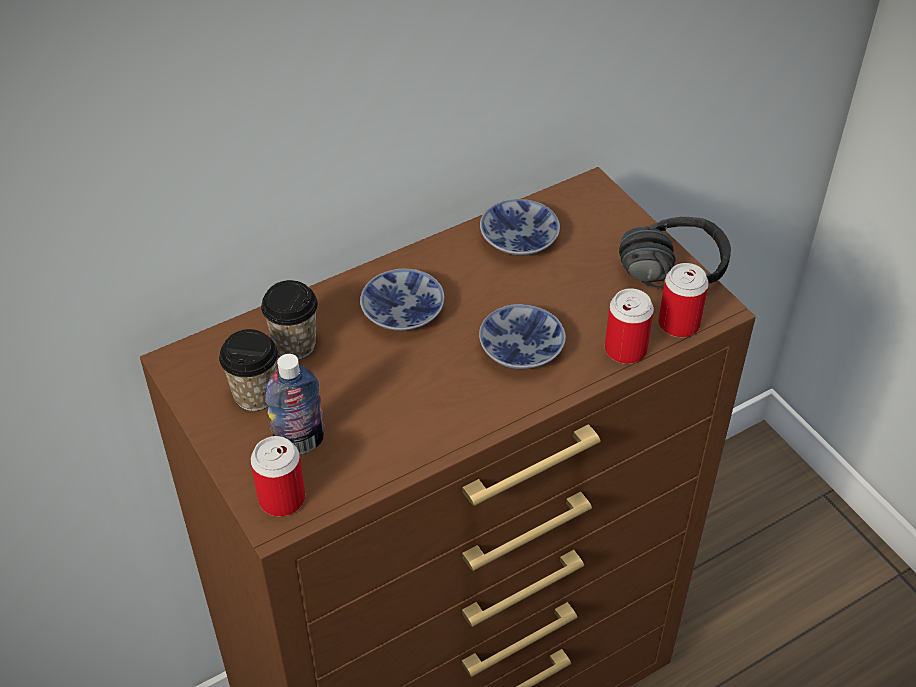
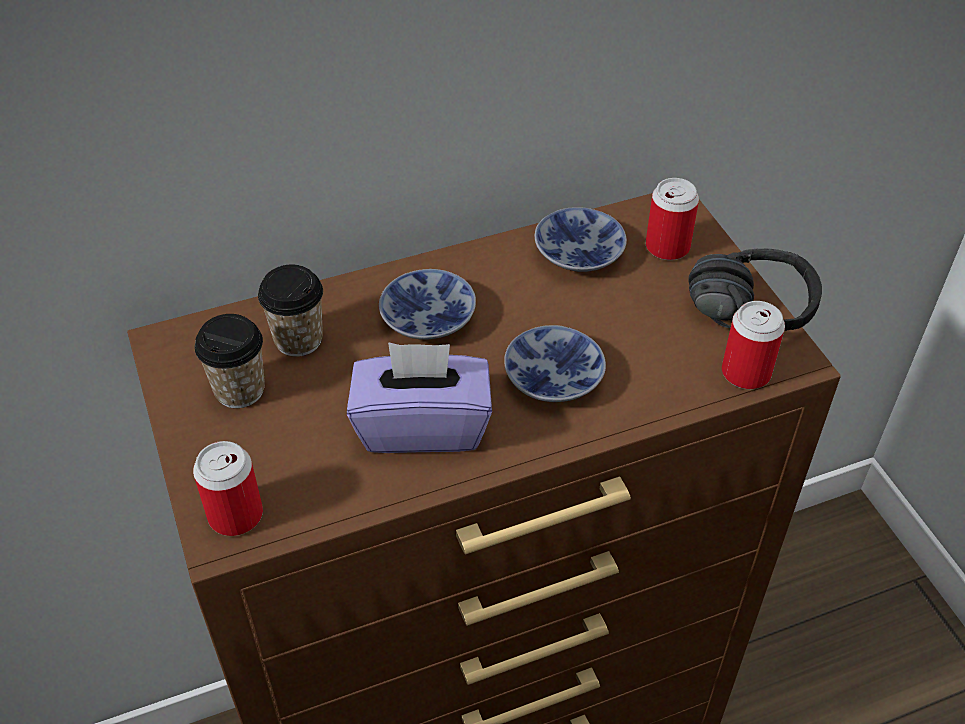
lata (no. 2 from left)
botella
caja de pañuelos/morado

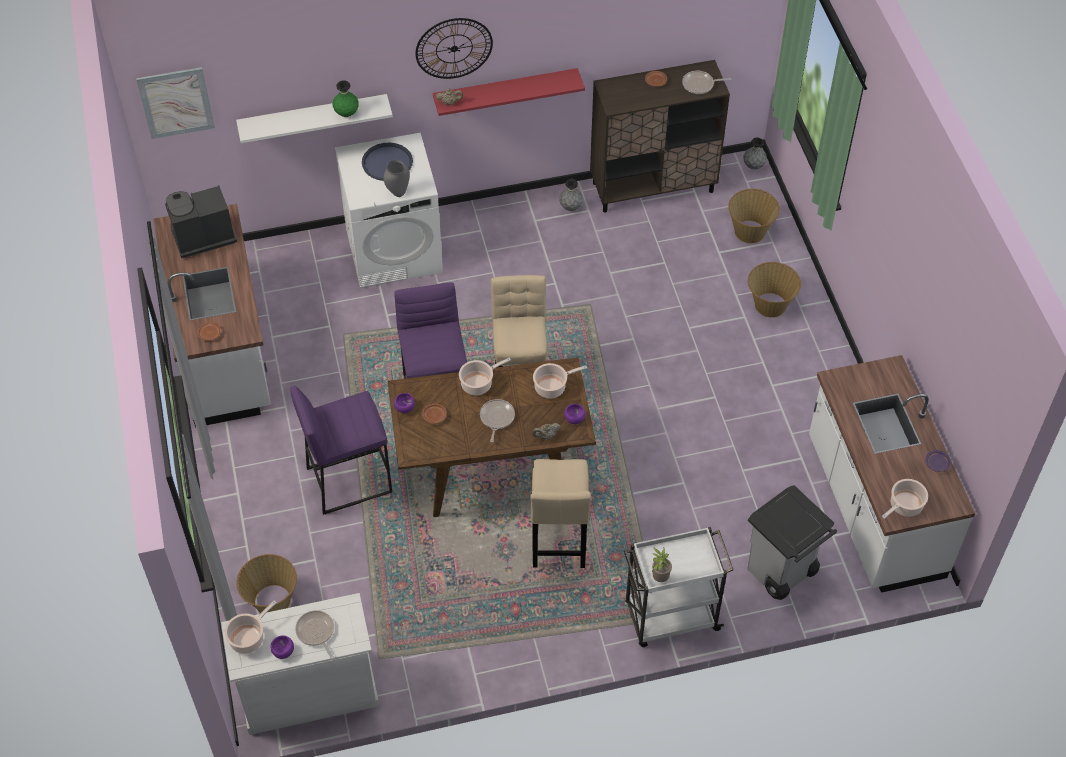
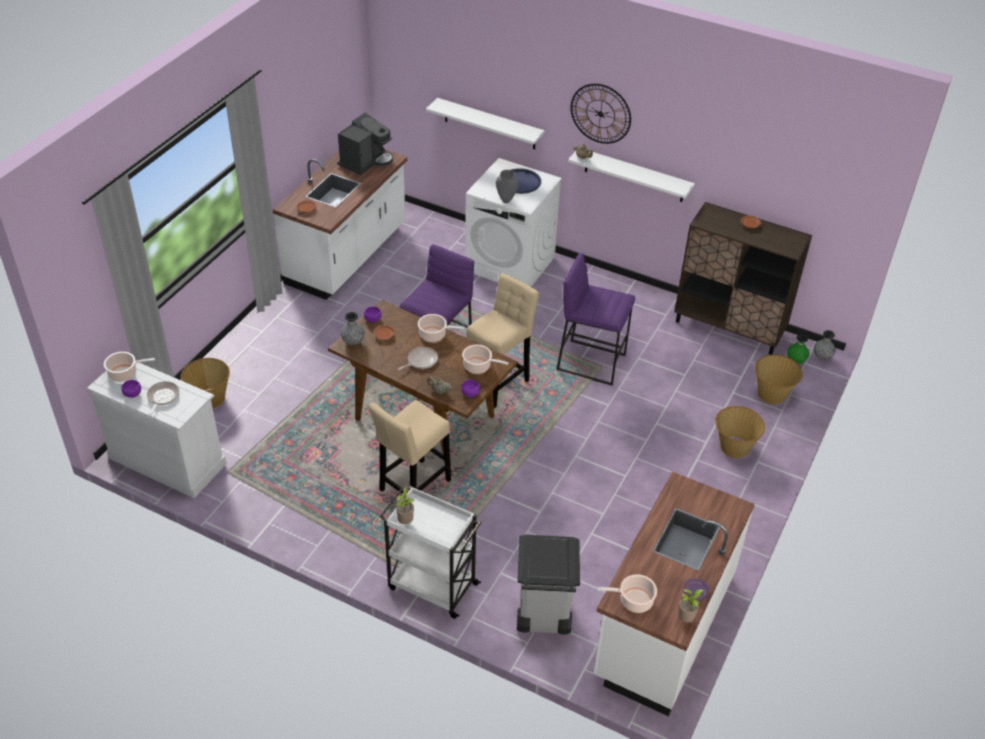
cuadro
estante/blanco (no. 2 from left)
sartén (no. 3 from left in the first image)
florero/verde
florero/gris (no. 1 from left)
cafetera
taburete/morado (no. 2 from left)
planta en maceta (no. 2 from left)

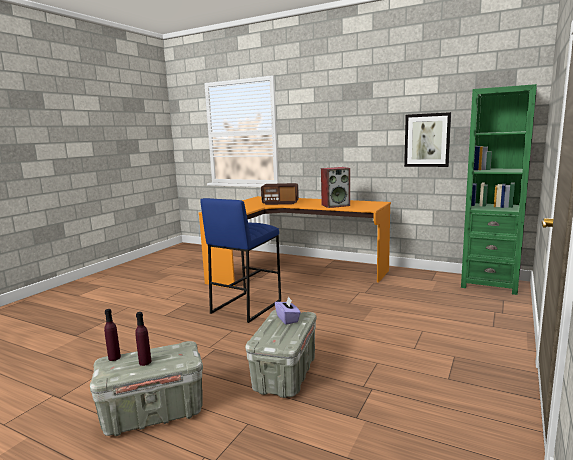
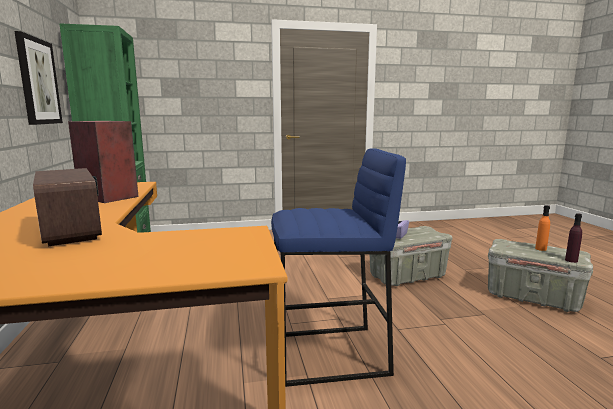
botella/naranja

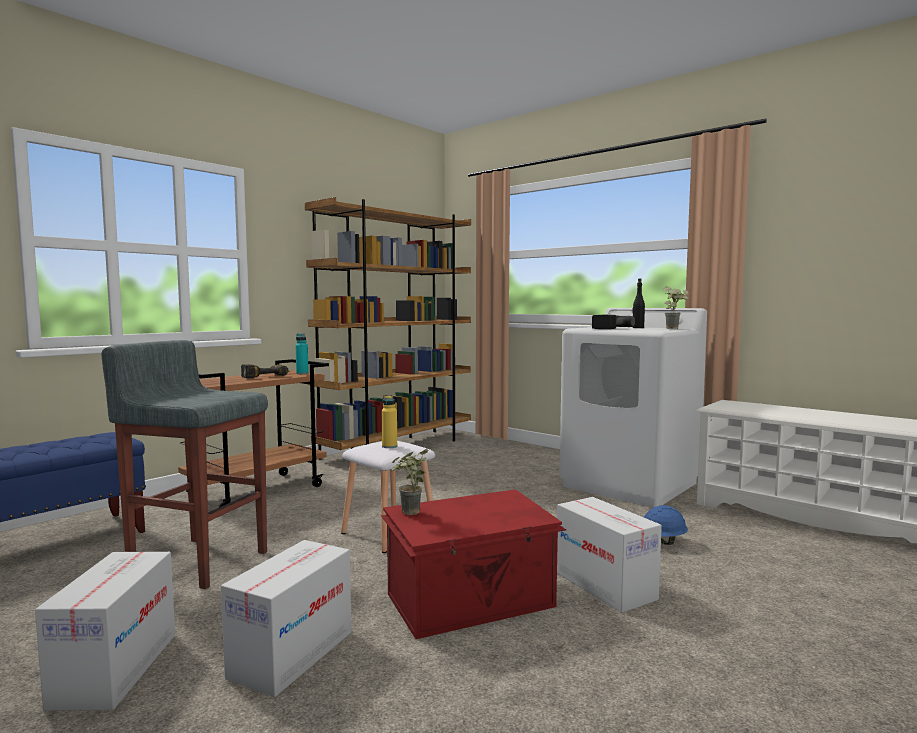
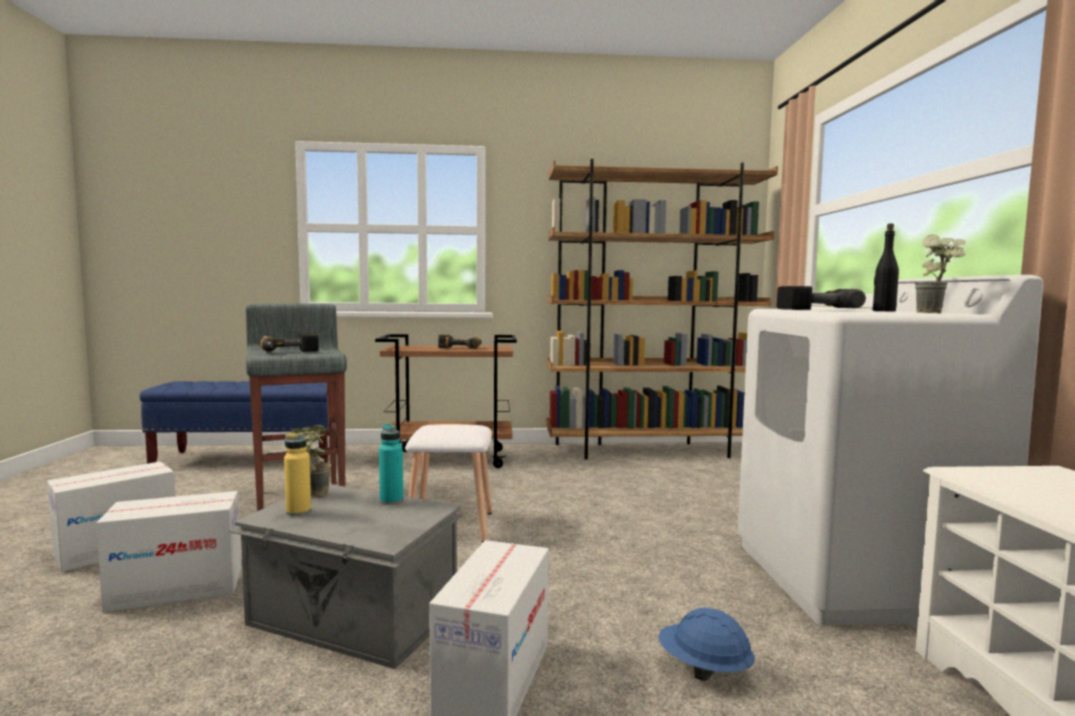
botella/turquesa
botella/amarillo
caja de almacenaje/gris
taladro (no. 1 from left)

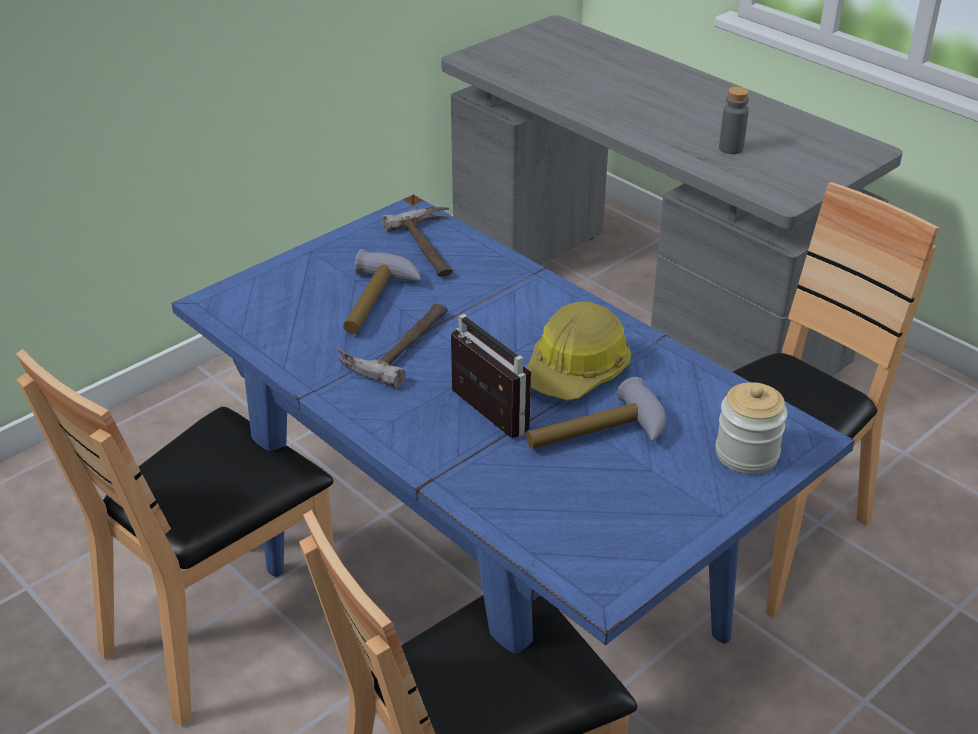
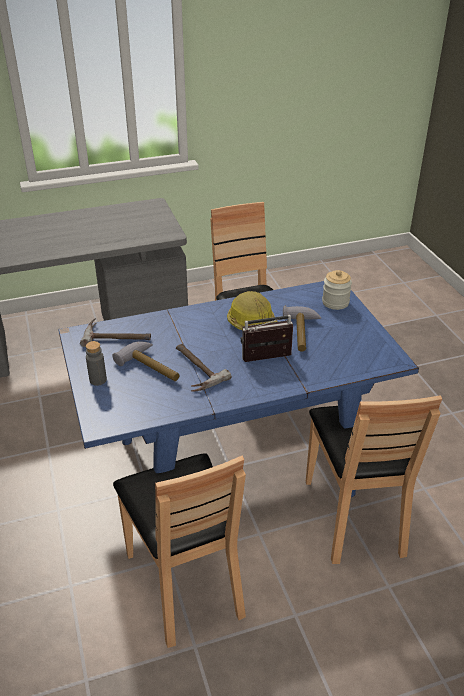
botella/gris

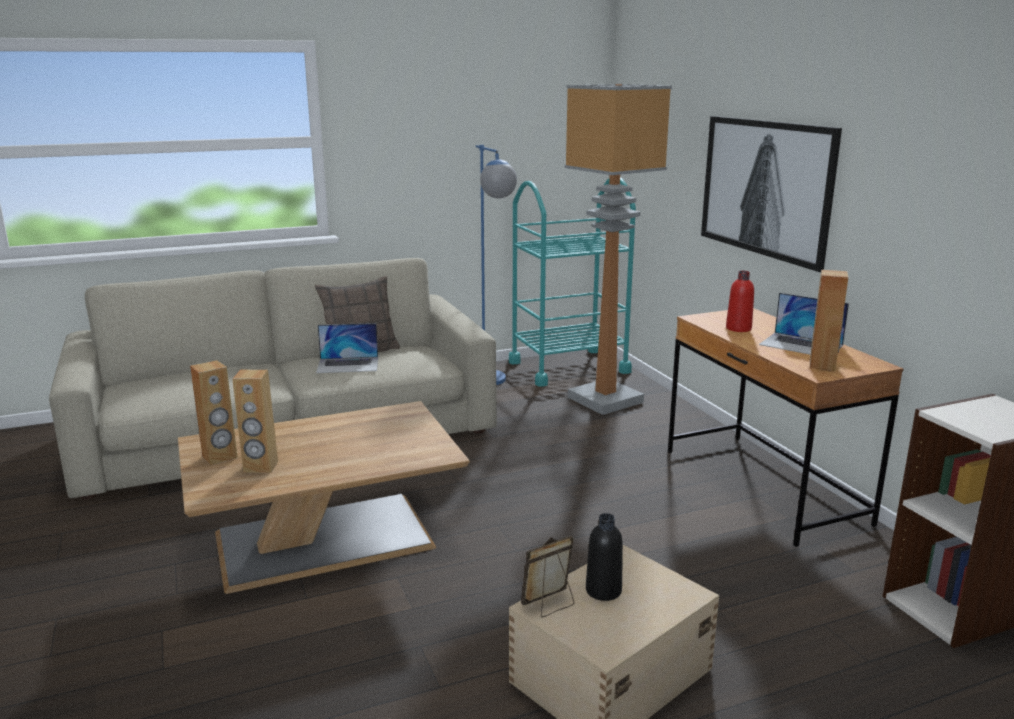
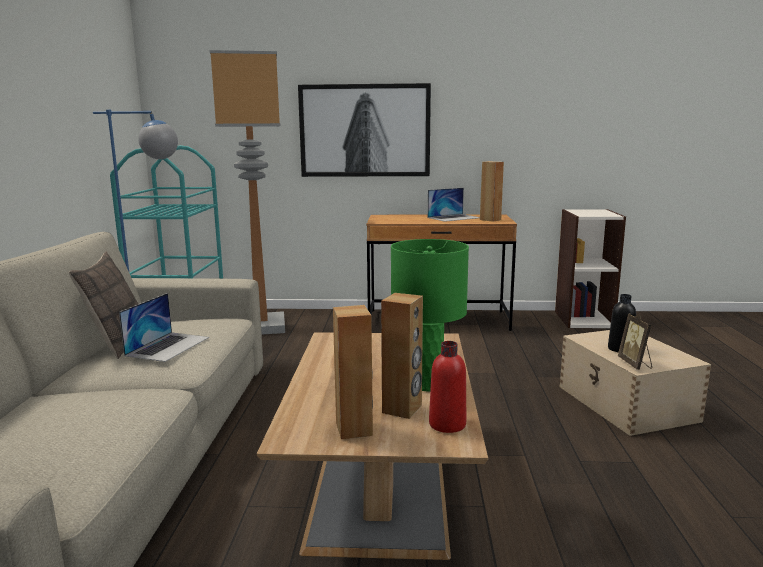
botella/rojo
lámpara de mesa/verde

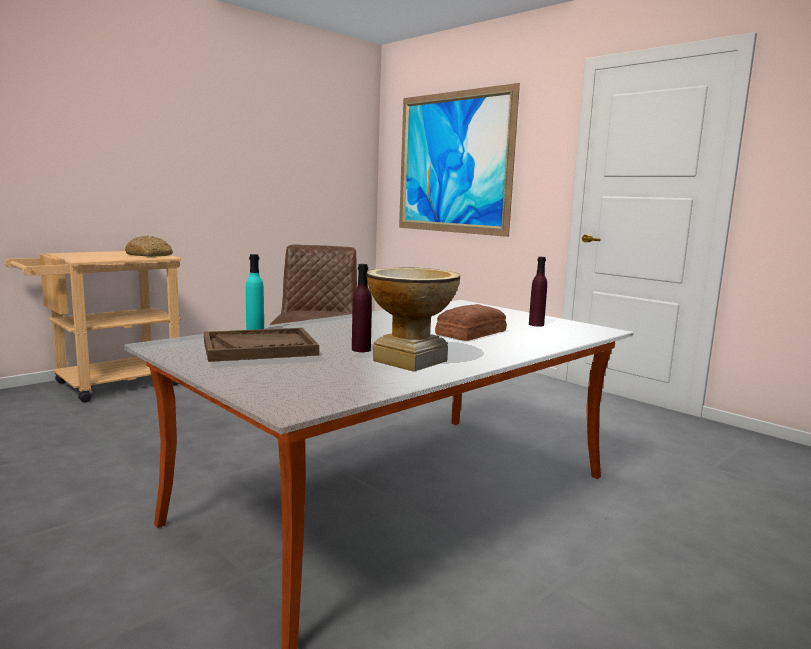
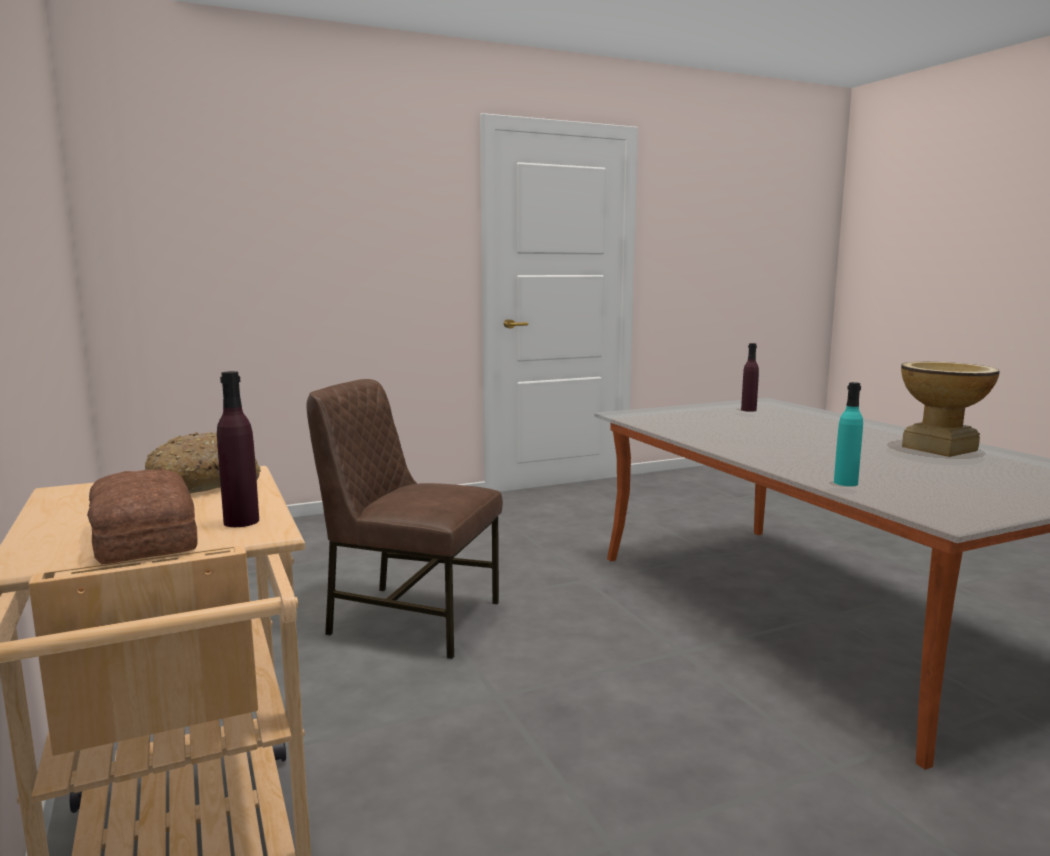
cuadro
botella/morado (no. 1 from left)
pan (no. 1 from left)
bandeja/marrón

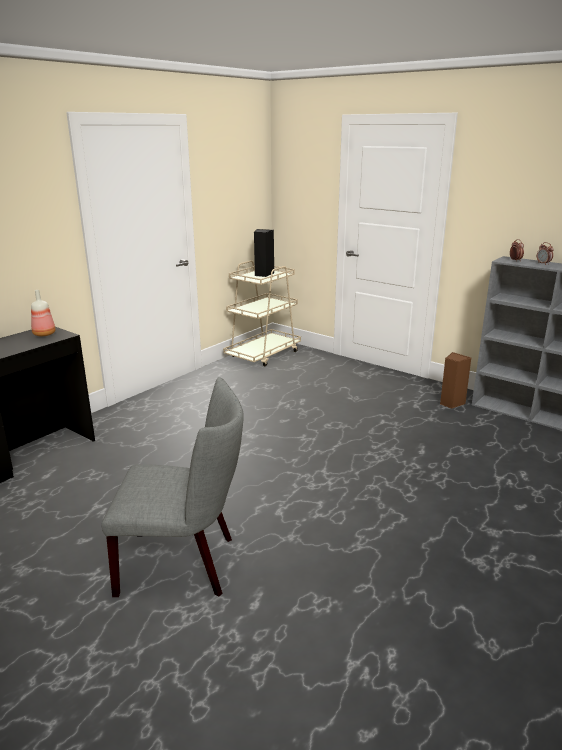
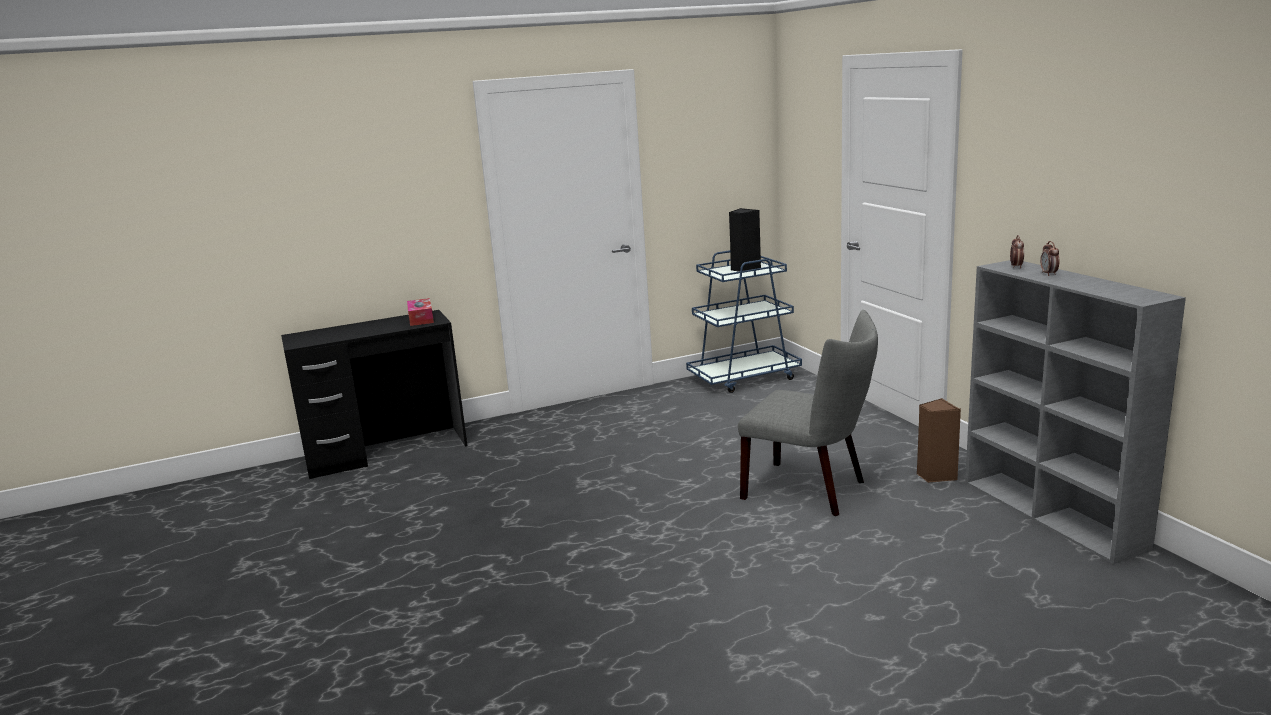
carrito/azul
caja de pañuelos
silla/gris

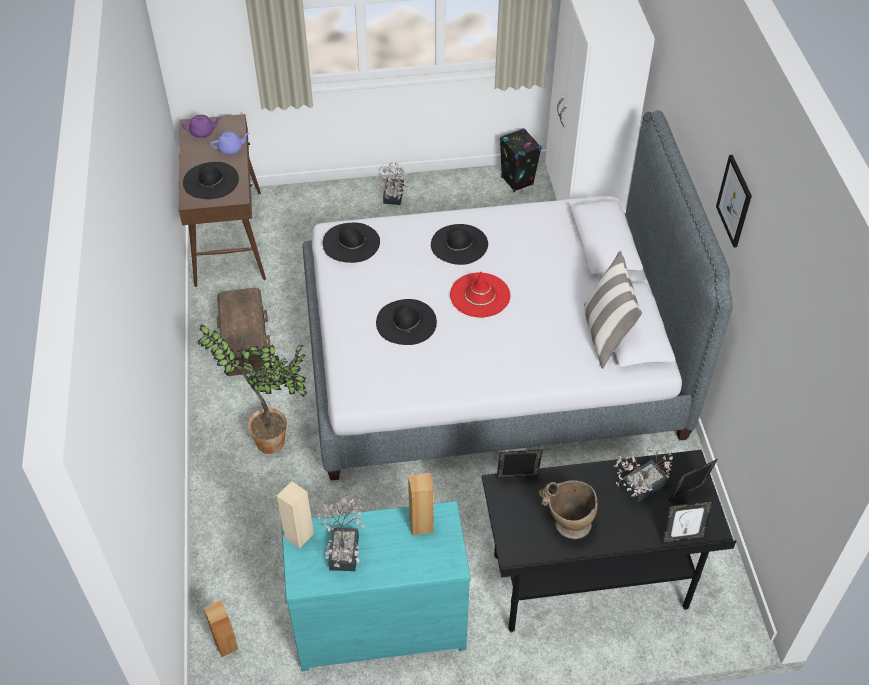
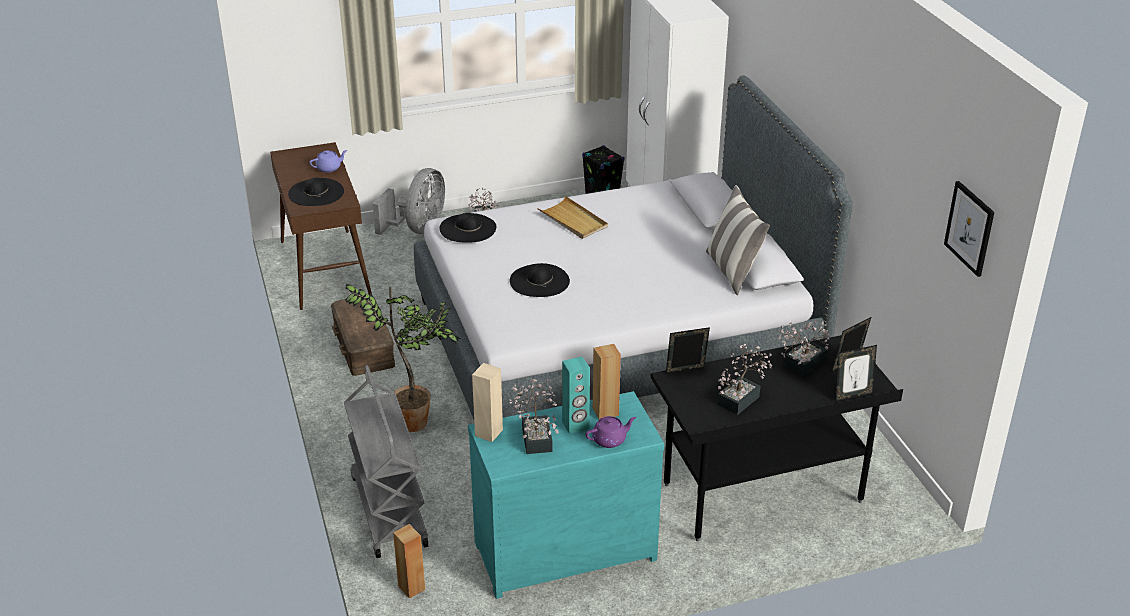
tetera/morado (no. 2 from left)
cuadro
bandeja/beis
sombrero/rojo
planta en maceta (no. 4 from left)
ventilador/gris
altavoz/turquesa
carrito/gris

